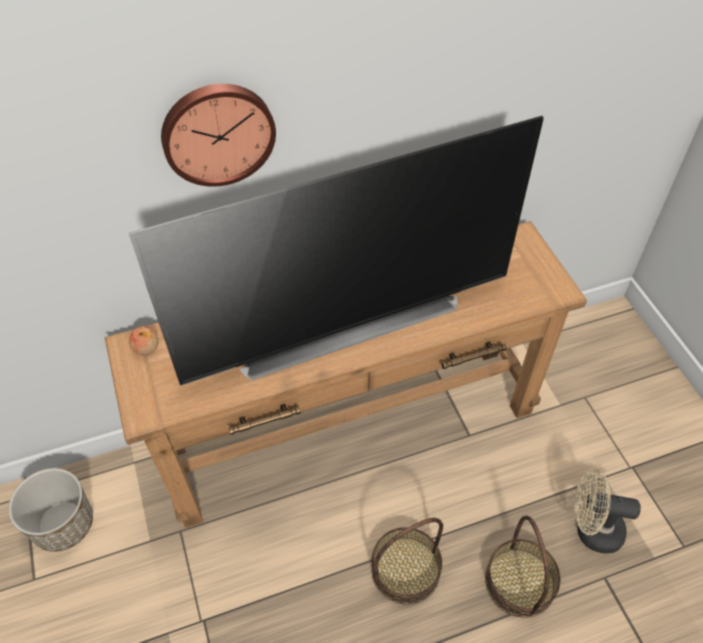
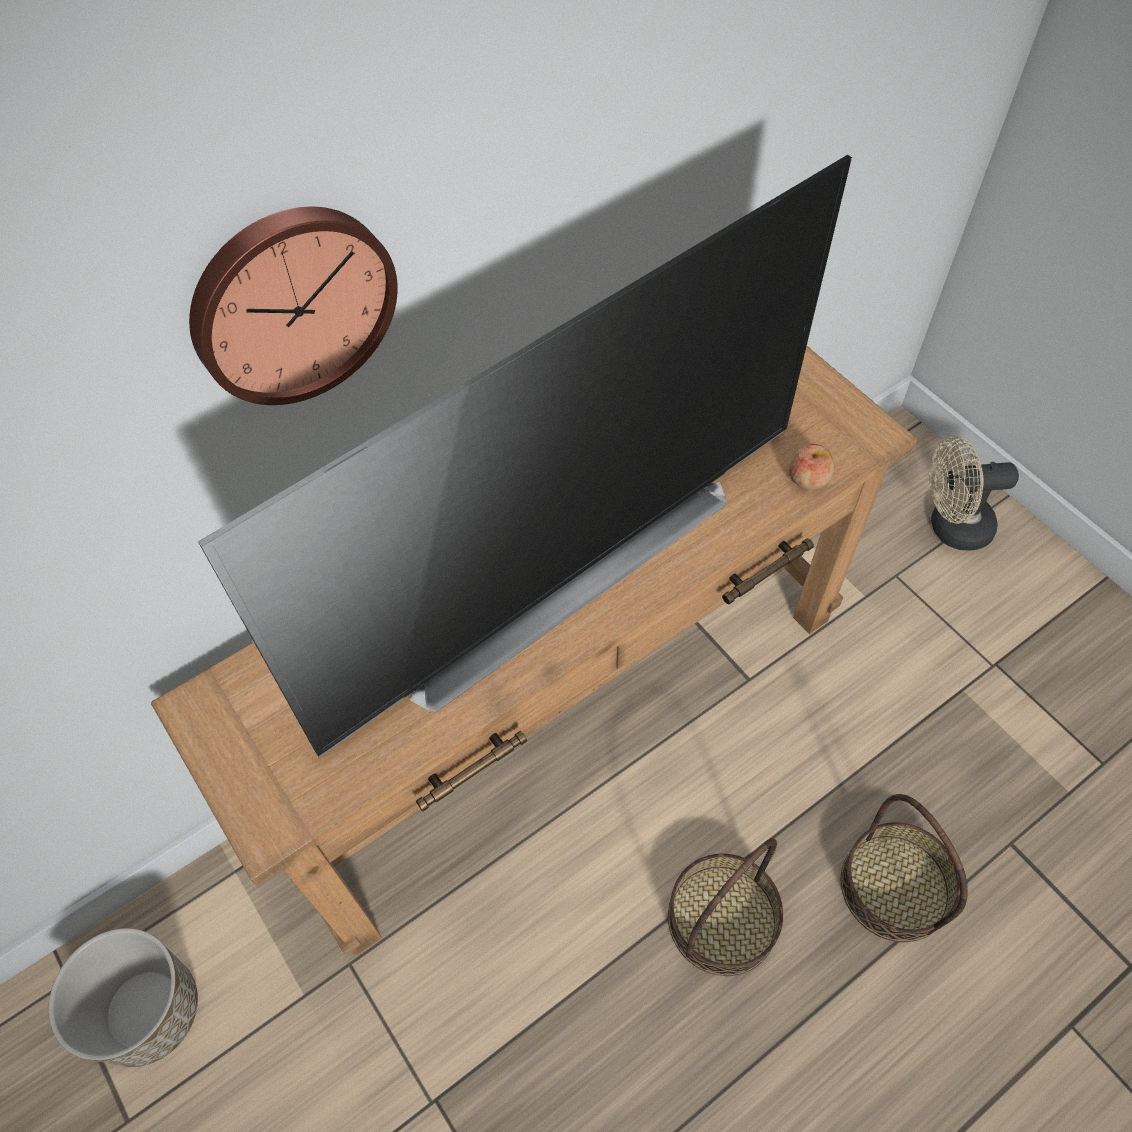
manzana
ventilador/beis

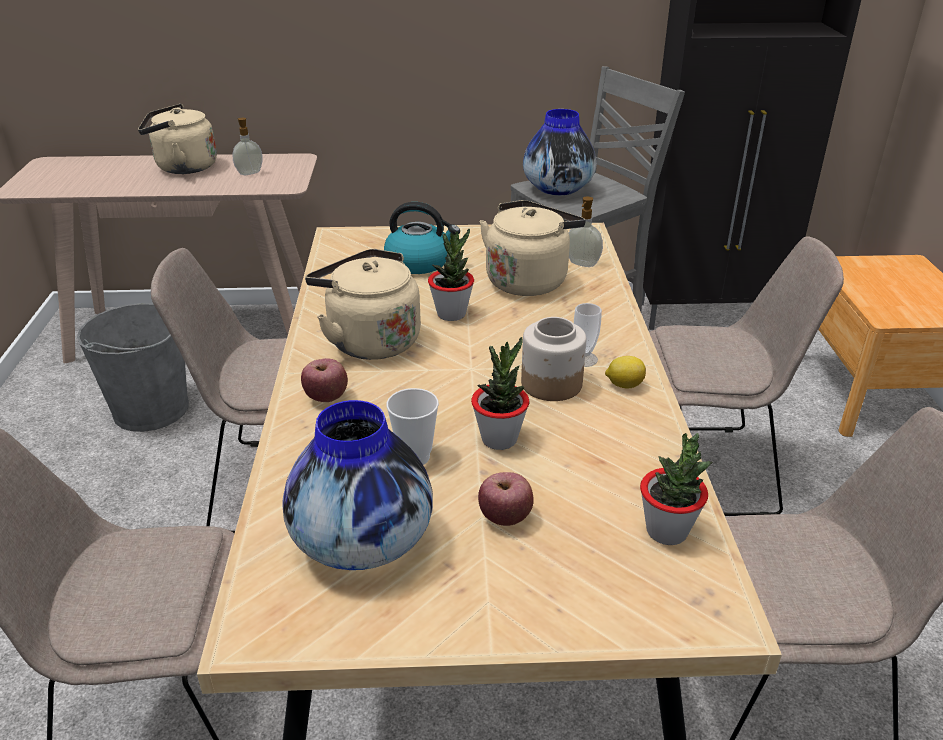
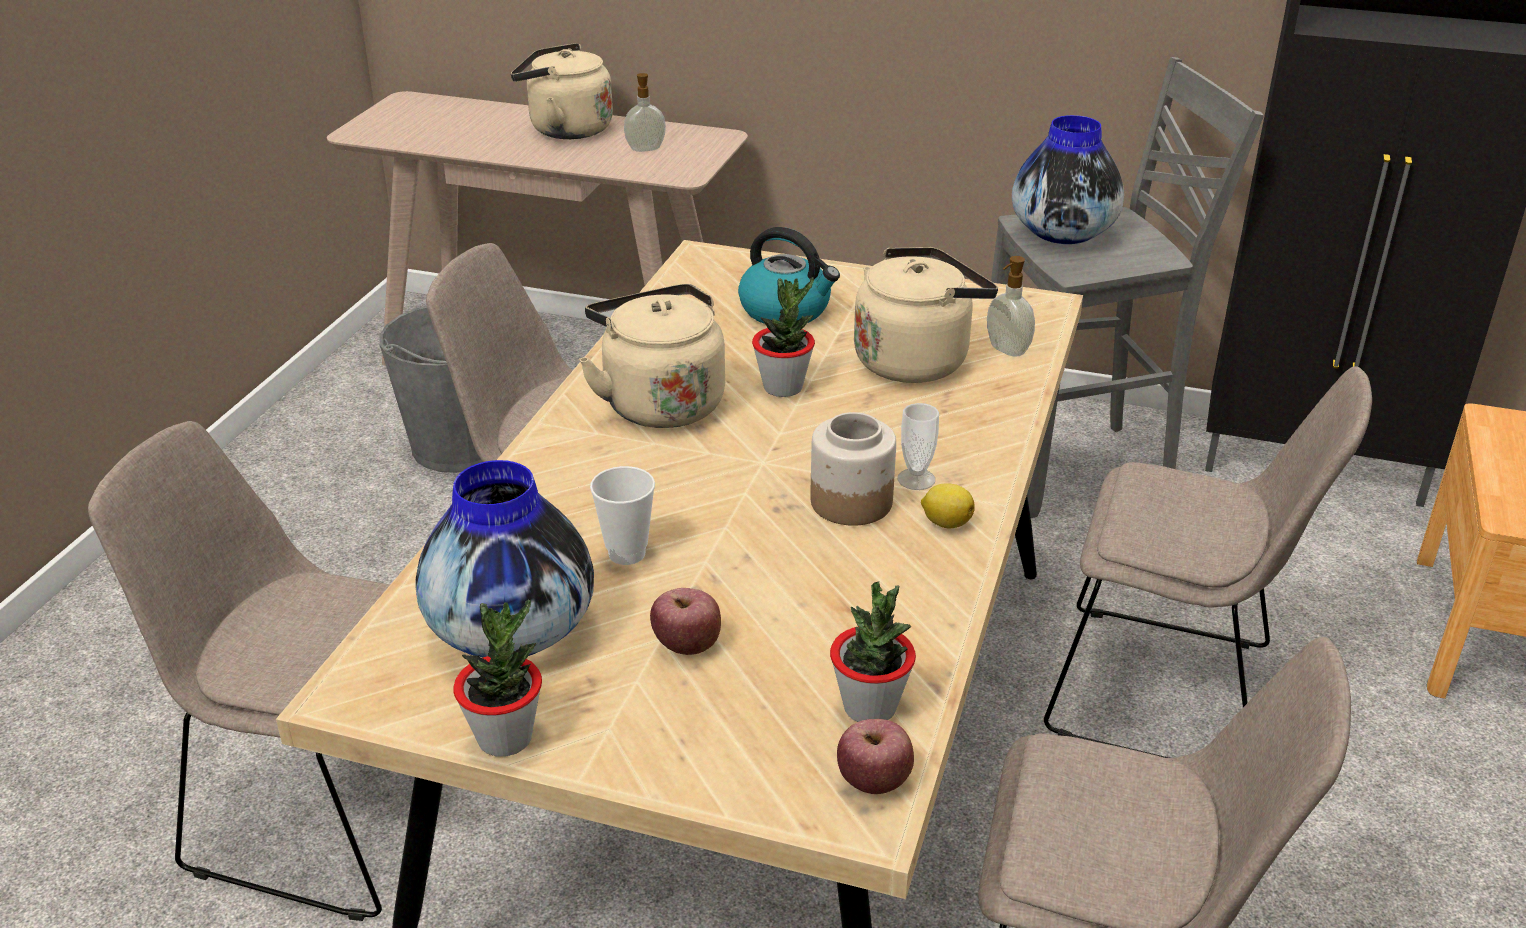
planta en maceta (no. 1 from left)
manzana (no. 2 from left)

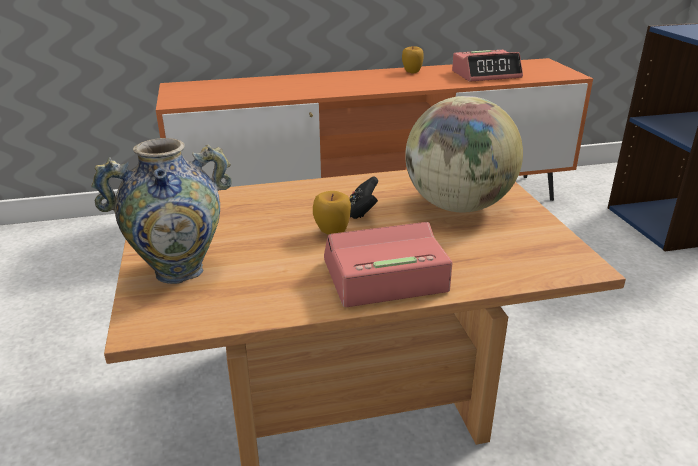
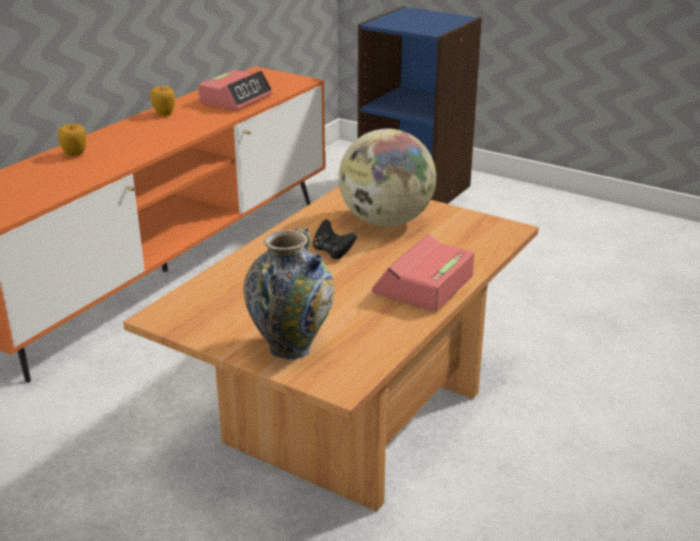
manzana (no. 1 from left)

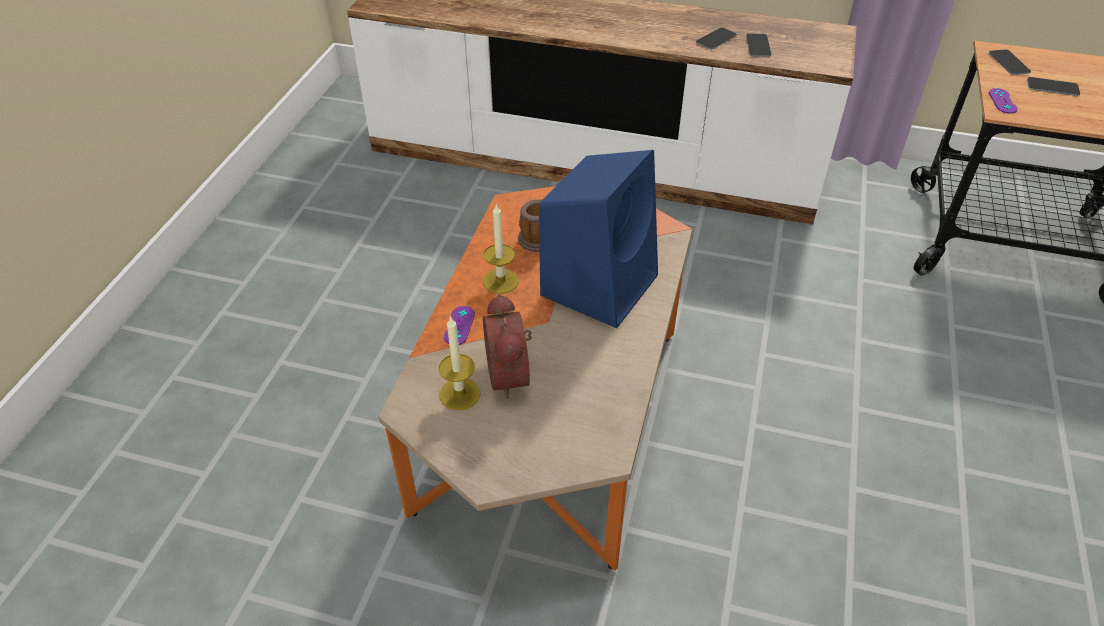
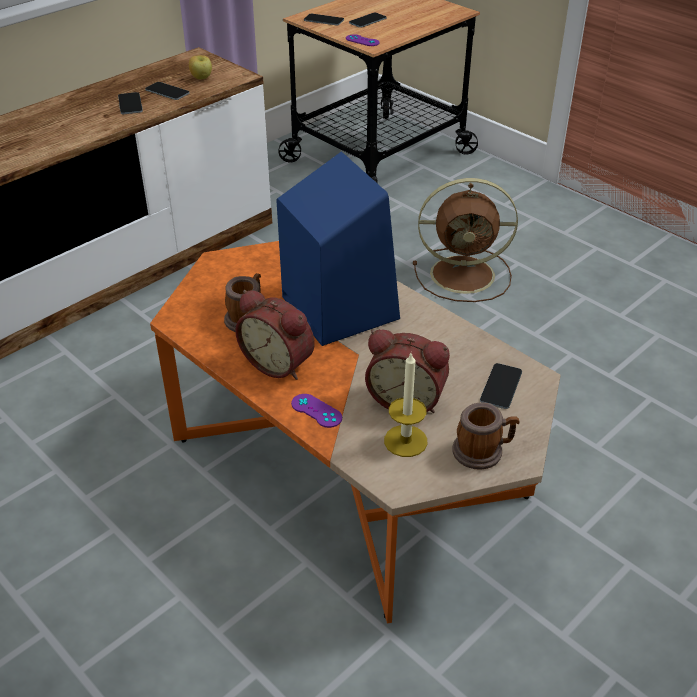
despertador (no. 1 from left)
manzana
ventilador/marrón
móvil (no. 5 from left)
taza grande (no. 2 from left)

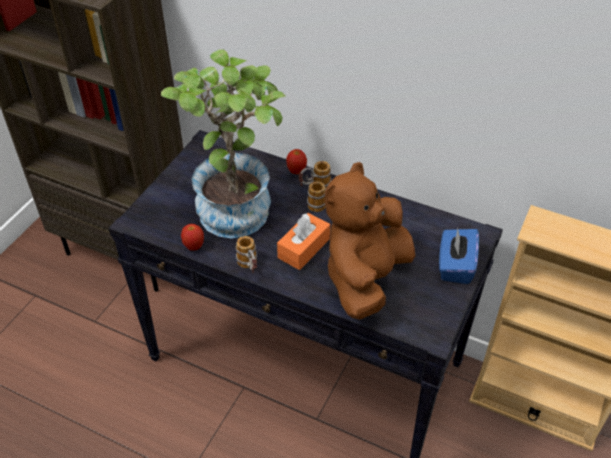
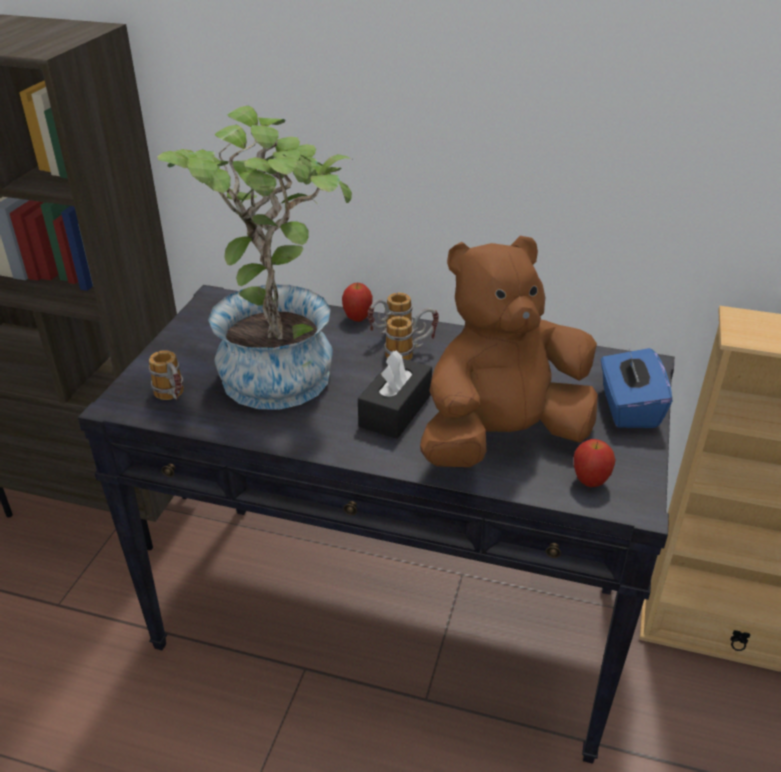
peluche/marrón
caja de pañuelos/negro
manzana (no. 2 from left)
taza grande (no. 1 from left)

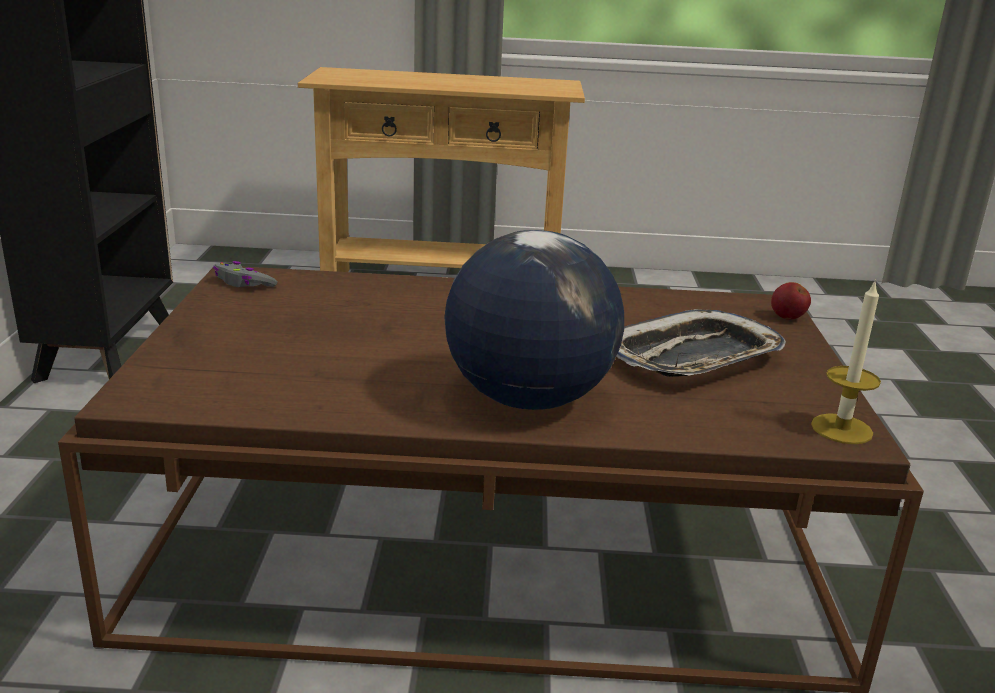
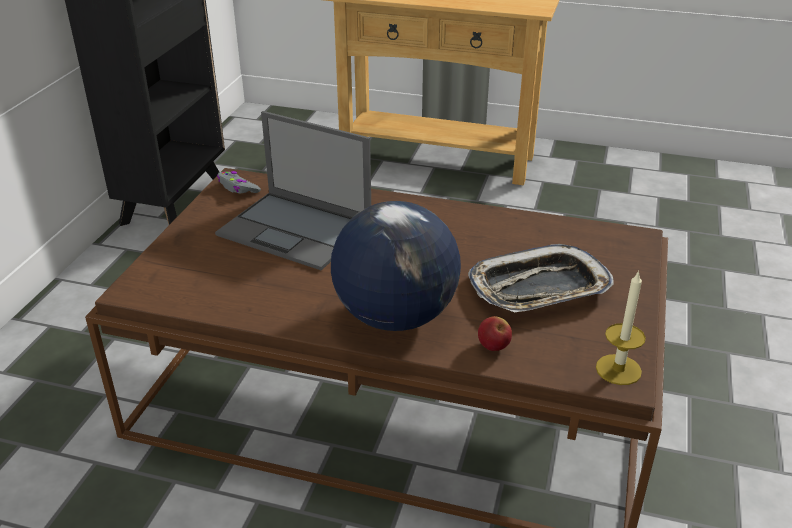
manzana
portátil

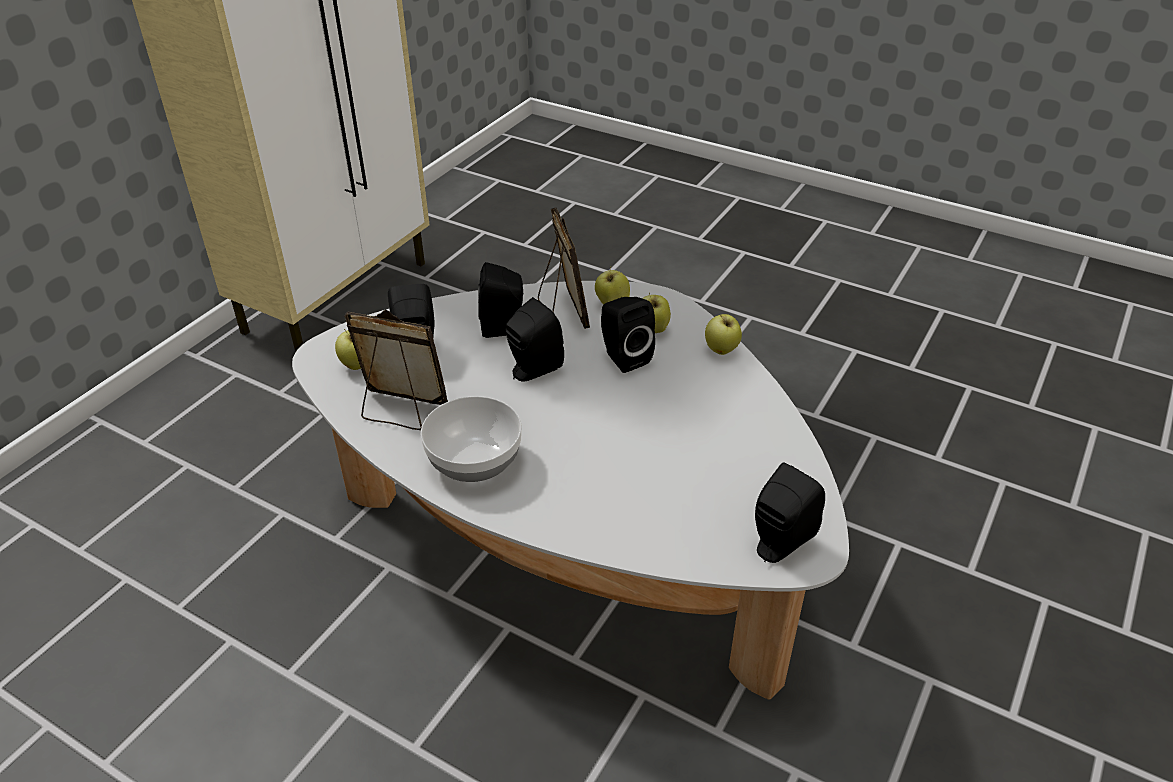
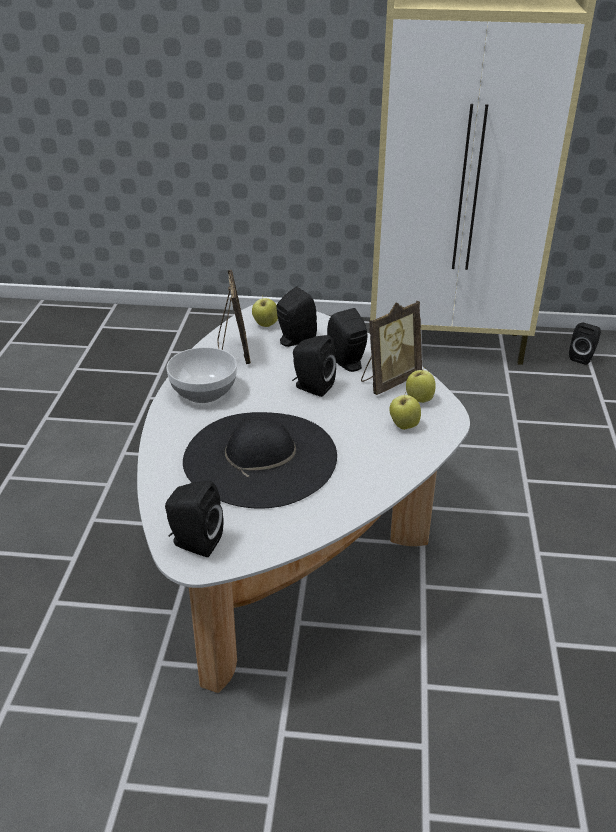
altavoz/negro (no. 5 from left)
manzana (no. 4 from left in the first image)
sombrero/negro

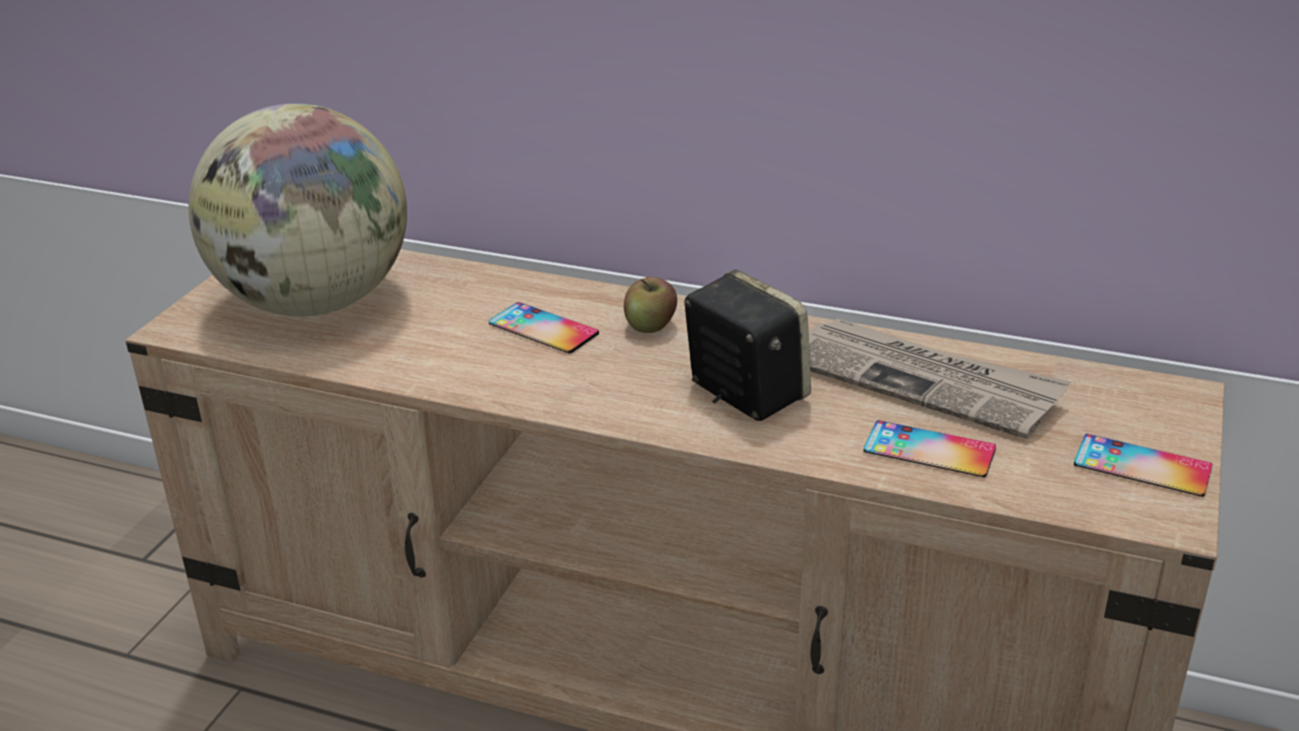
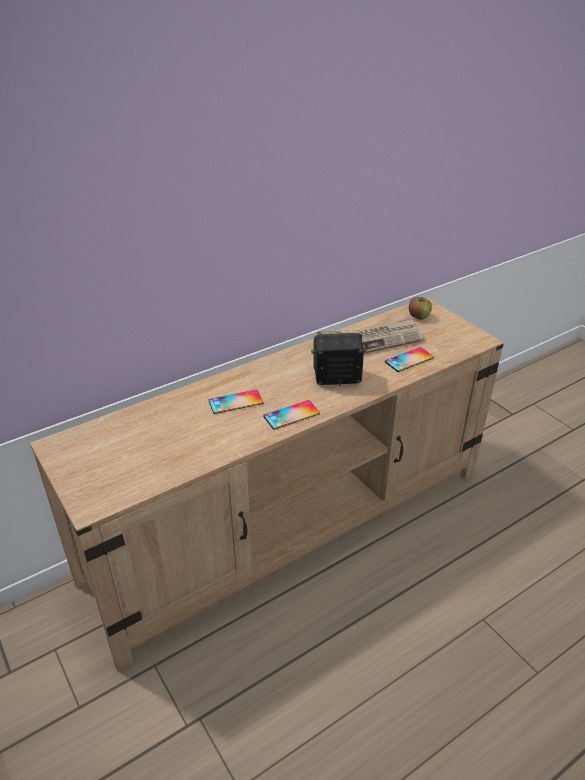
globo terráqueo
manzana
móvil (no. 2 from left)

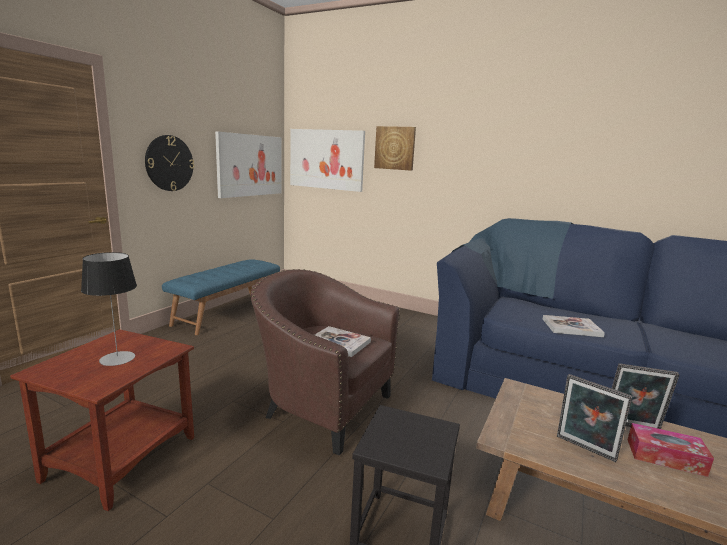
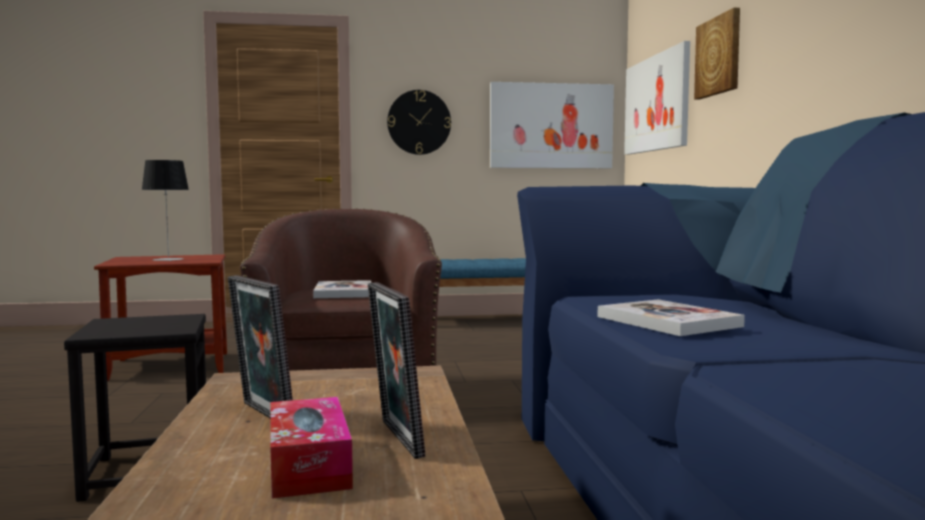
portarretratos (no. 1 from left)

